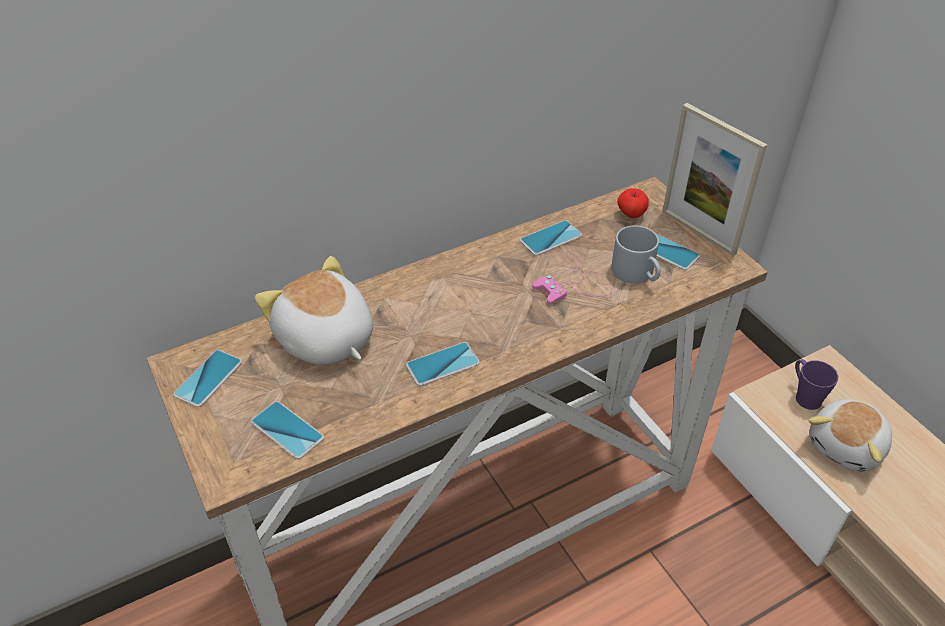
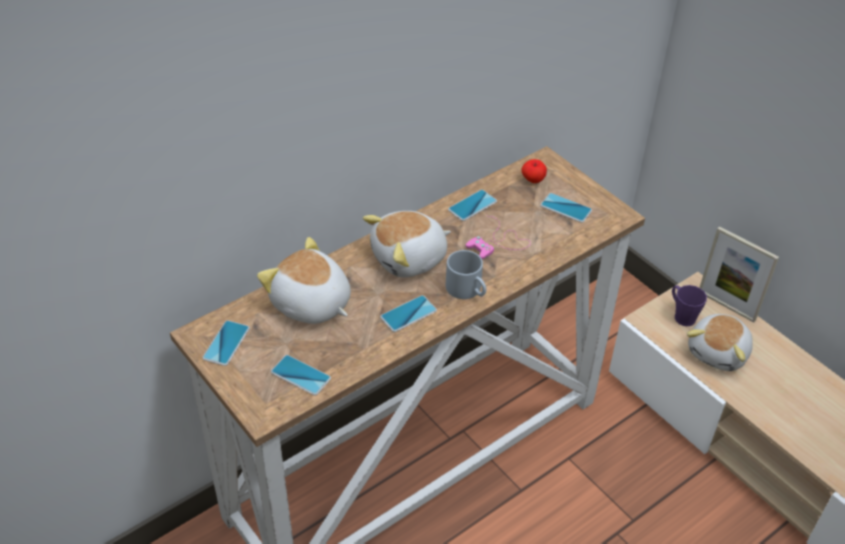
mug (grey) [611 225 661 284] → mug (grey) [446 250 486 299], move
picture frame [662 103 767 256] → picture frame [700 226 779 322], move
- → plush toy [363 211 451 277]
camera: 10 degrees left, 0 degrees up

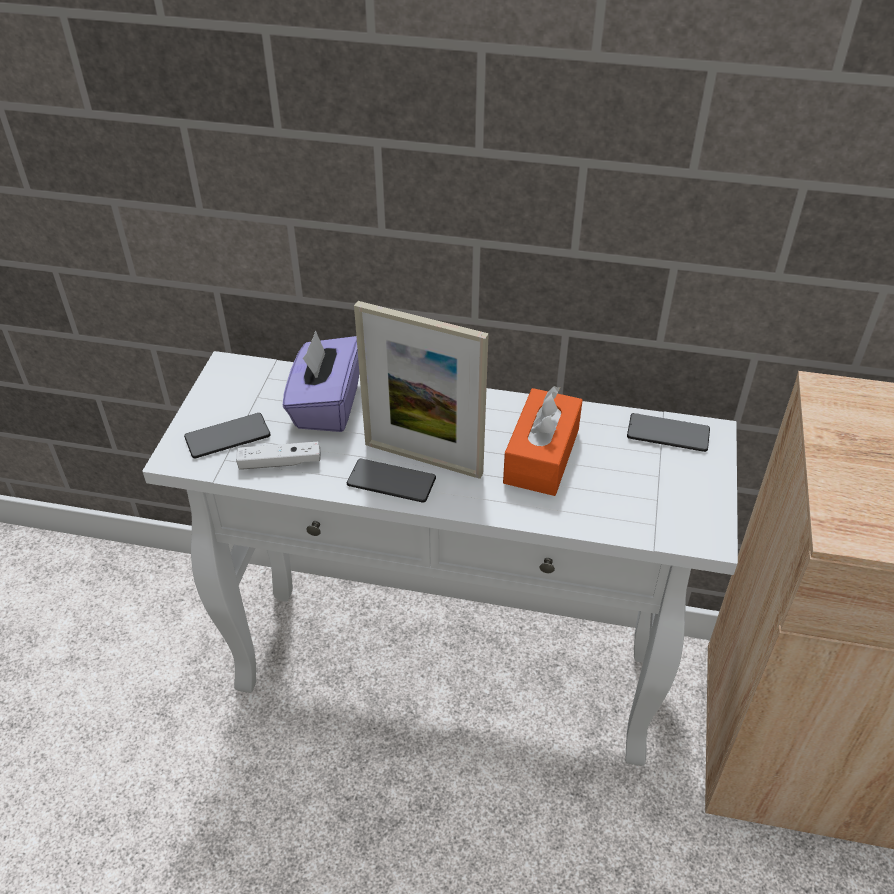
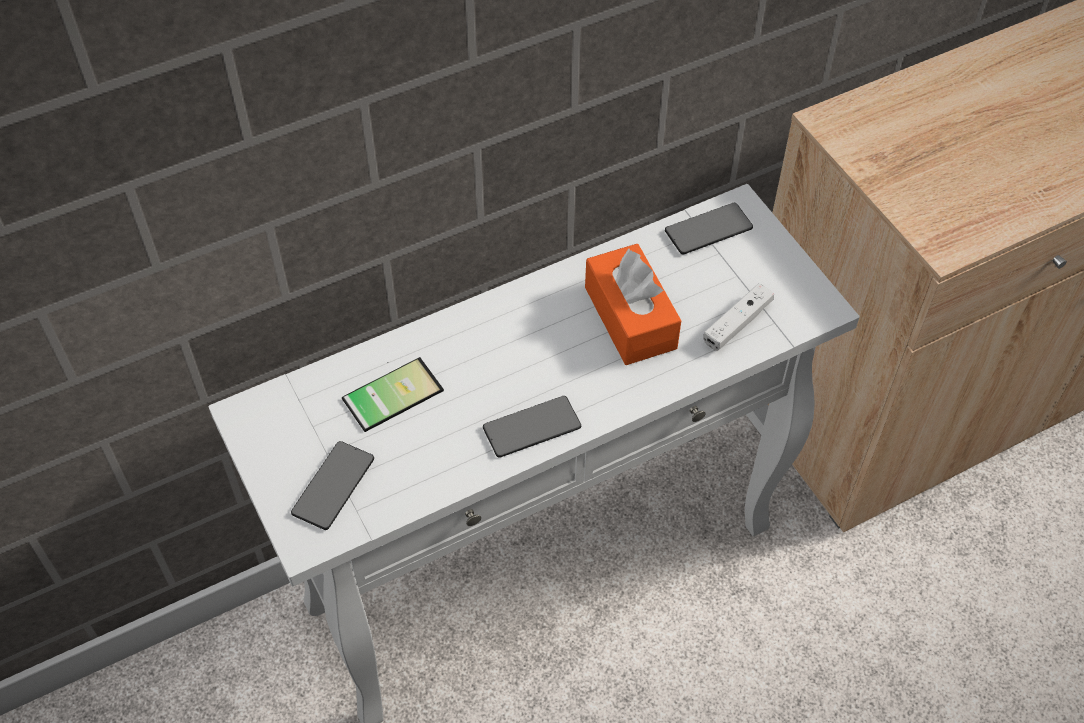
game controller (white) [236 441 321 470] → game controller (white) [703 283 774 351], move
tissue box (purple) [283 330 359 432] → phone [342 357 444 432]
picture frame [354 301 489 479] → -
camera: 40 degrees left, 10 degrees up

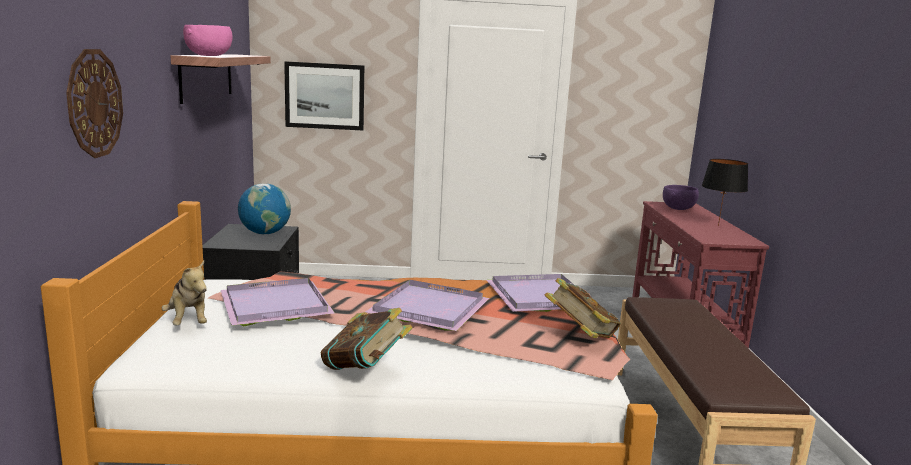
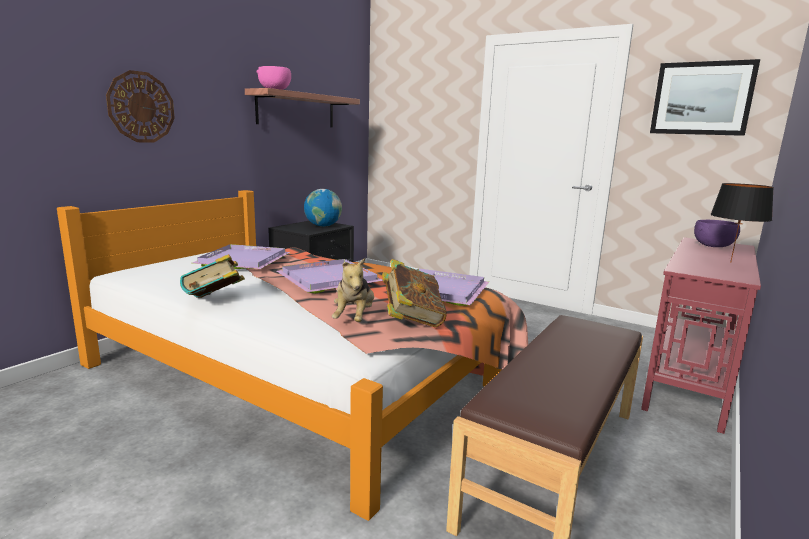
plush toy [162 261 207 326] → plush toy [332 258 374 322], move
picture [284 61 364 130] → picture [650 59 760 136], move
camera: 35 degrees right, 0 degrees up

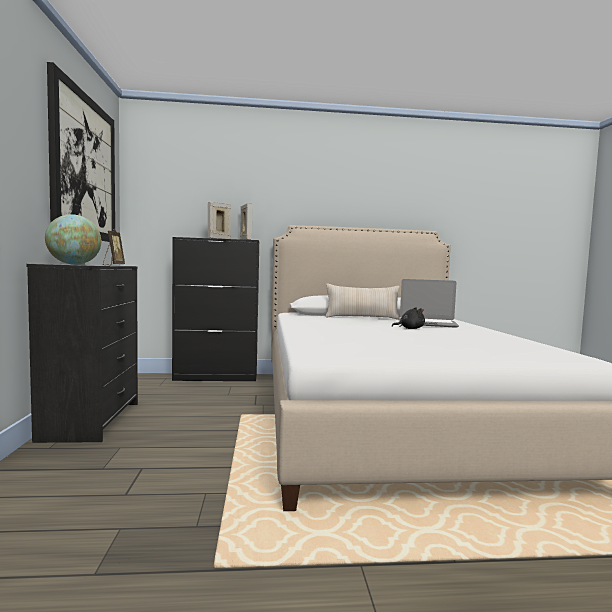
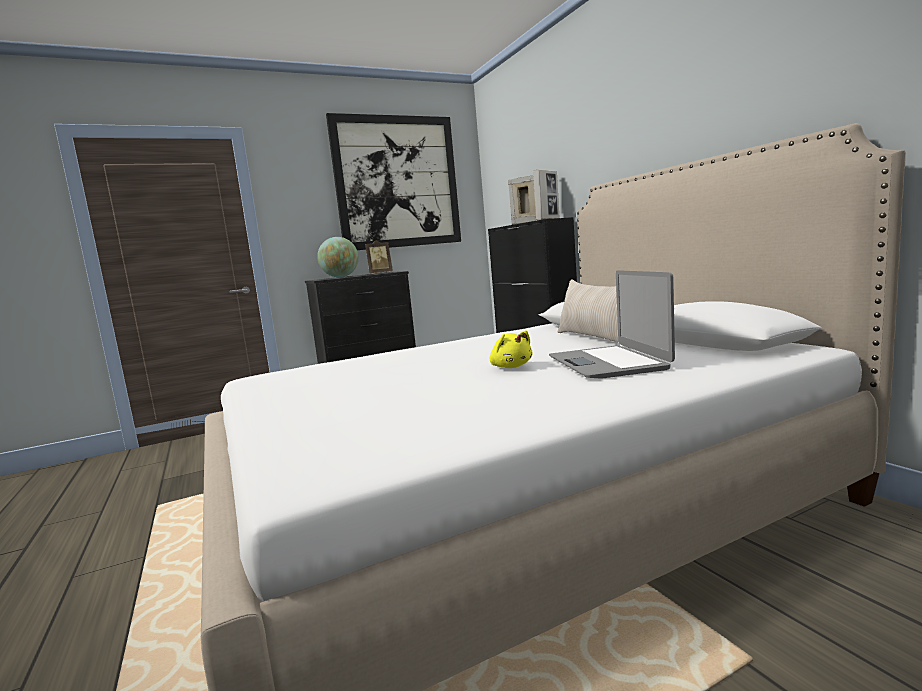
plush toy (black) [392 307 425 329] → plush toy (yellow) [490 330 533 368]
camera: 70 degrees right, 5 degrees up

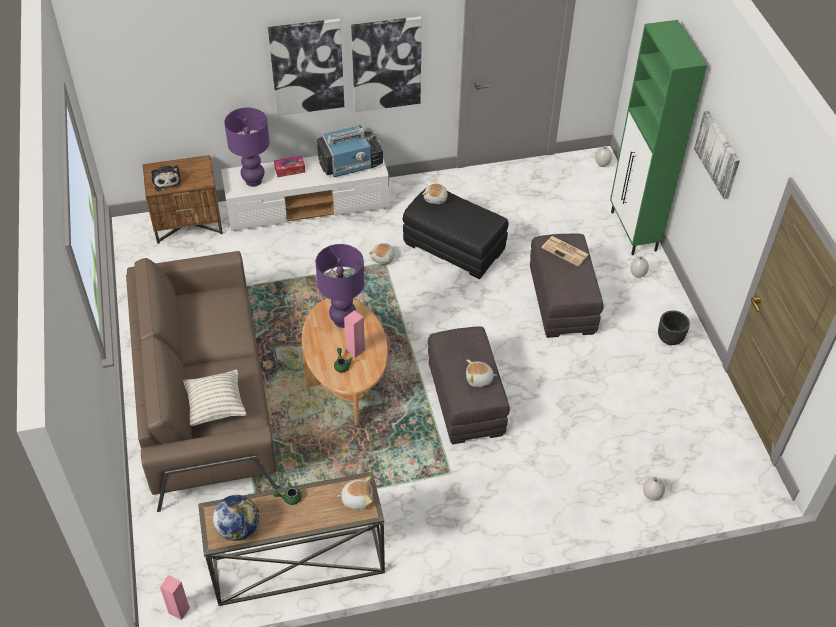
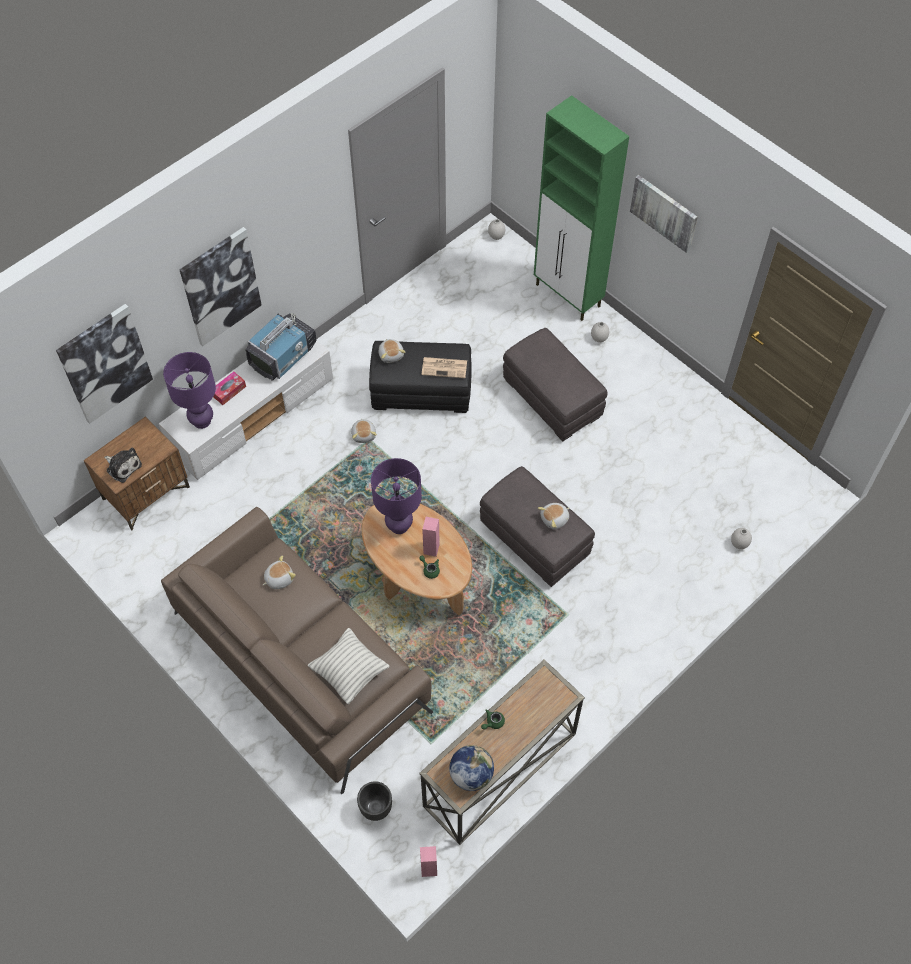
plush toy [337 476 373 510] → plush toy [263 555 296 589], move
picture [351 16 422 112] → picture [56 304 153 424], move
newspaper [541 236 589 266] → newspaper [422 357 467 378], move
planter (black) [658 311 690 345] → planter (black) [357 781 392 821], move
camera: 30 degrees left, 10 degrees up

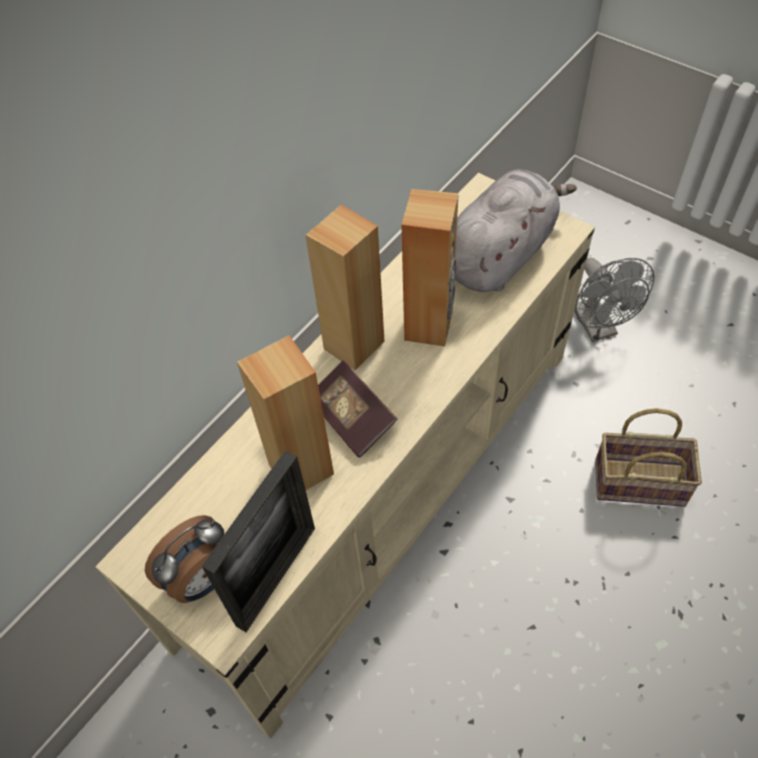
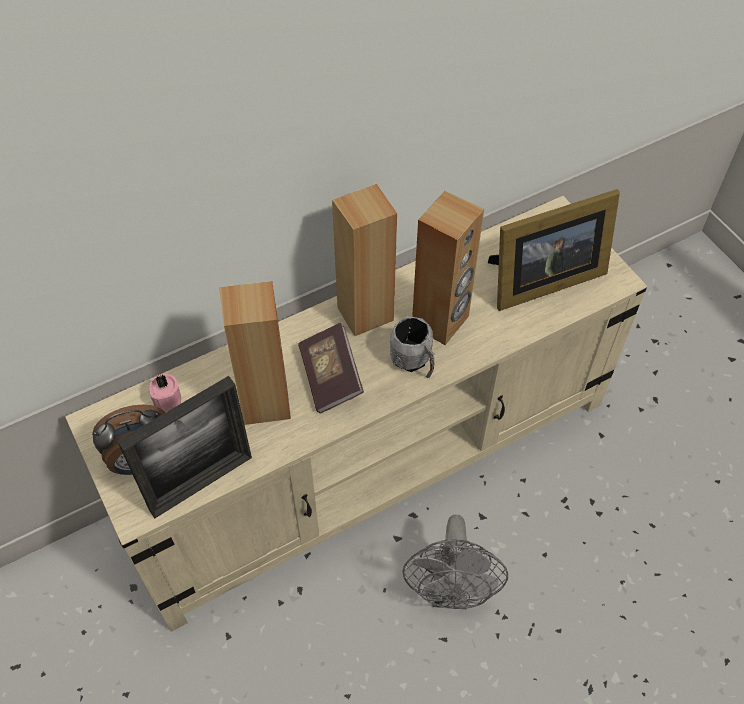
plush toy (grey) [454 170 577 292] → picture frame [488 189 620 311]
fan (grey) [574 258 655 342] → fan (grey) [402 515 508 609], move
basket [595 408 702 507] → -
- → candle (pink) [149 374 181 412]
- → mug (grey) [390 316 435 378]
camera: 20 degrees right, 0 degrees up

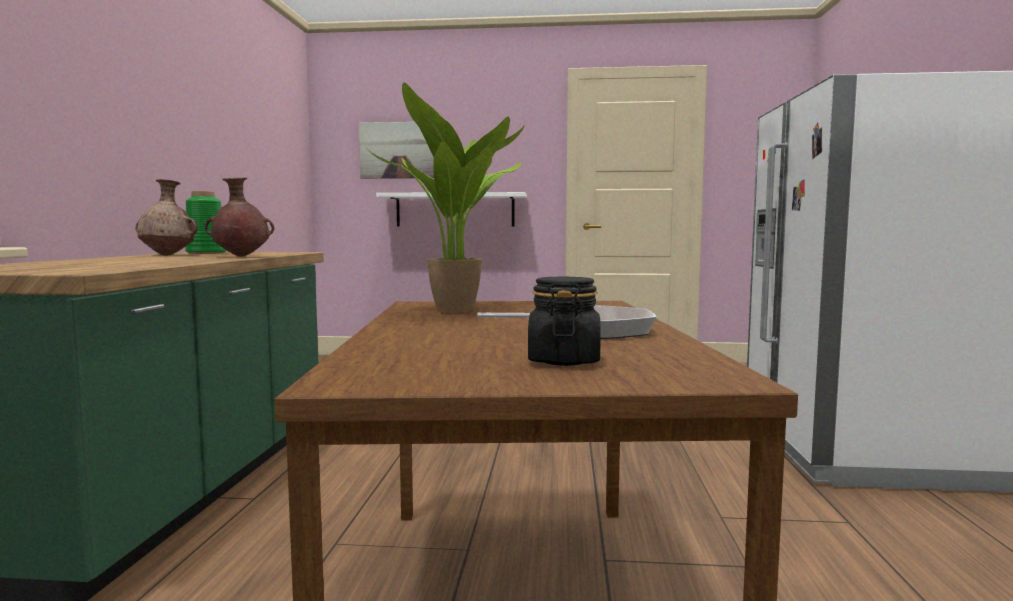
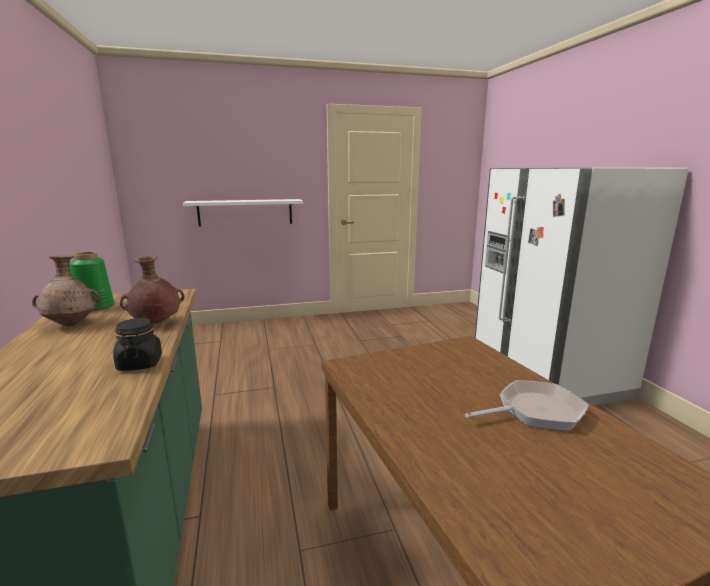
picture [359 122 434 179] → -
potted plant [365 83 525 313] → -
jar (black) [528 277 601 366] → jar (black) [113 318 162 371], move
camera: 20 degrees left, 10 degrees up

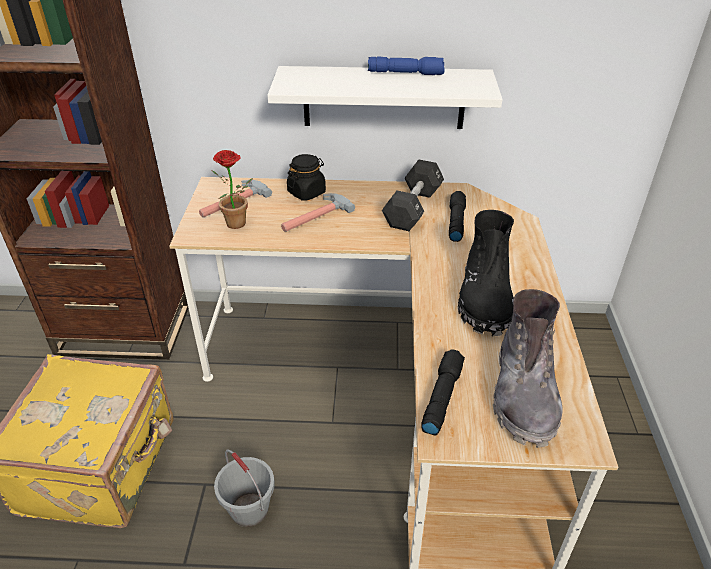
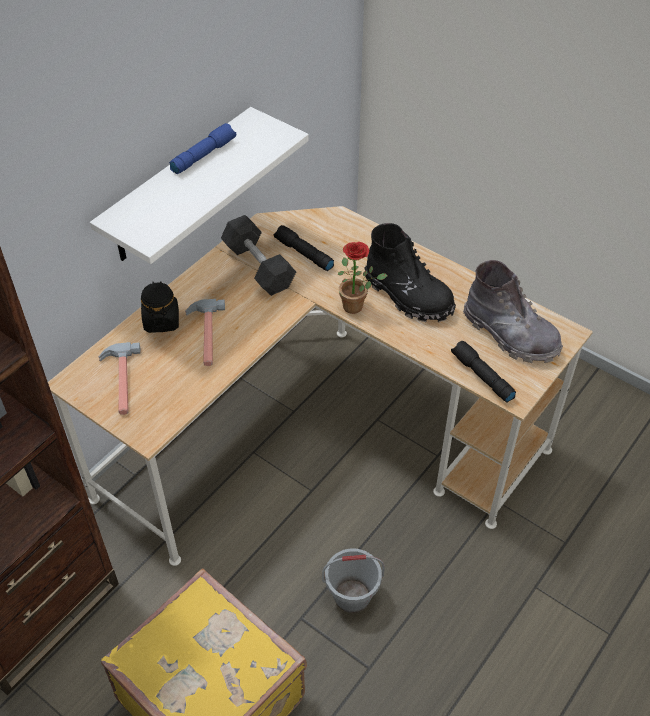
potted plant [212 150 253 229] → potted plant [338 242 387 314], move
camera: 55 degrees left, 10 degrees up

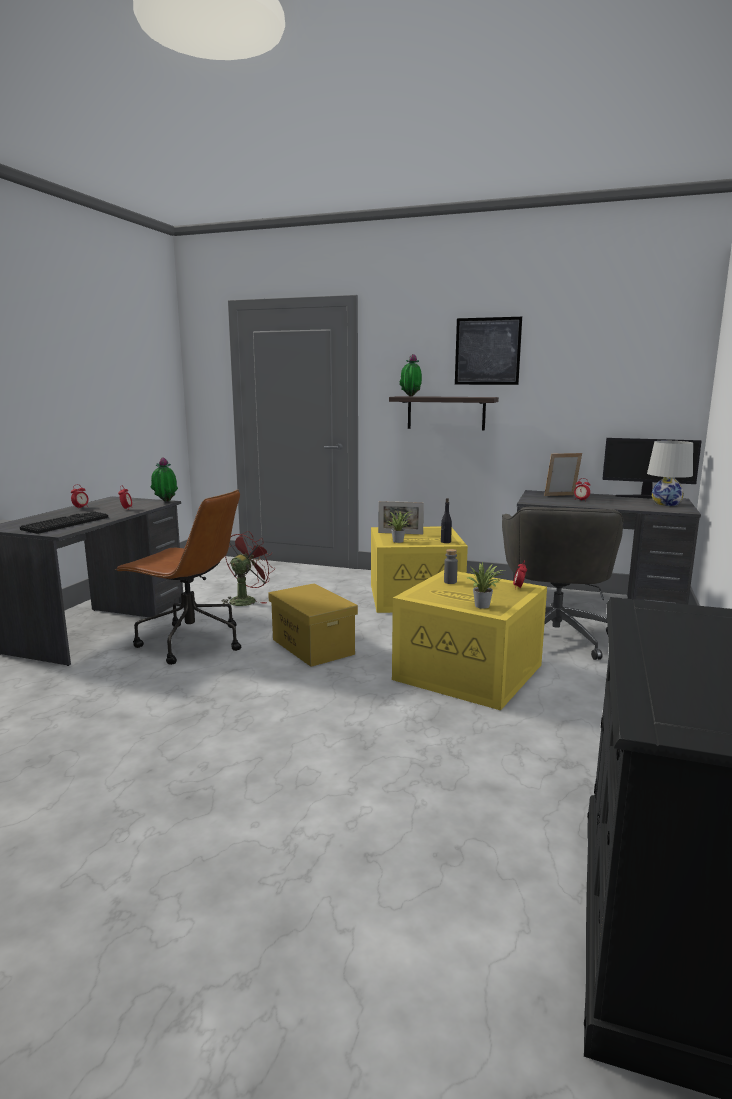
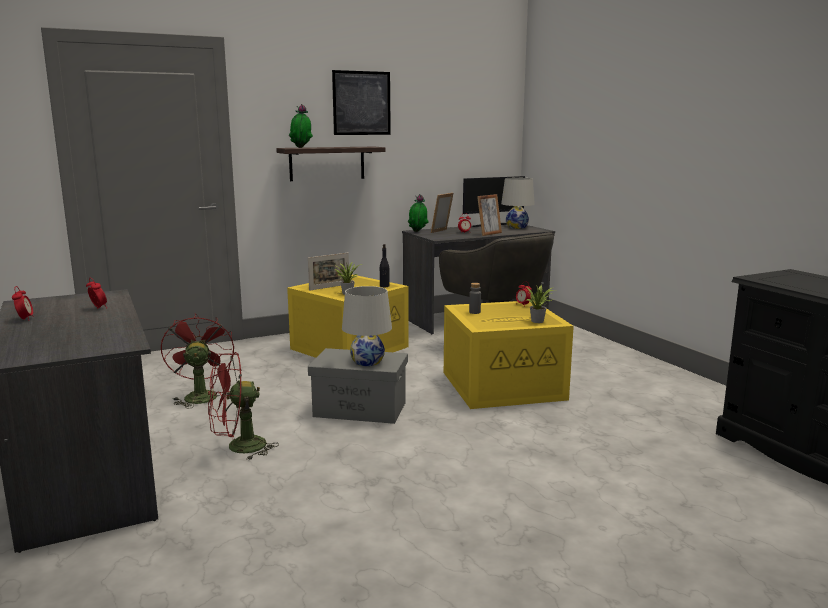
keyboard [20 511 108 534] → -
office chair (brown) [115 490 241 665] → fan (red) [208 352 279 460]
potted plant [150 457 178 502] → potted plant [408 194 428 232], move
storage box (yellow) [268 583 358 667] → storage box (grey) [308 348 408 424]
- → table lamp (white) [342 286 392 366]
- → picture frame [477 194 502 236]
camera: 45 degrees left, 0 degrees up

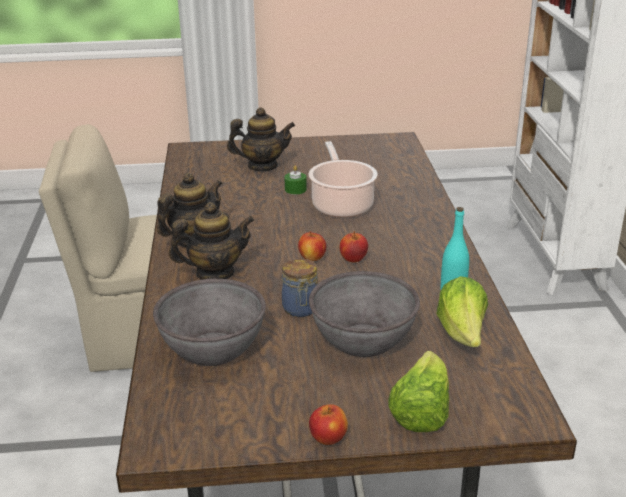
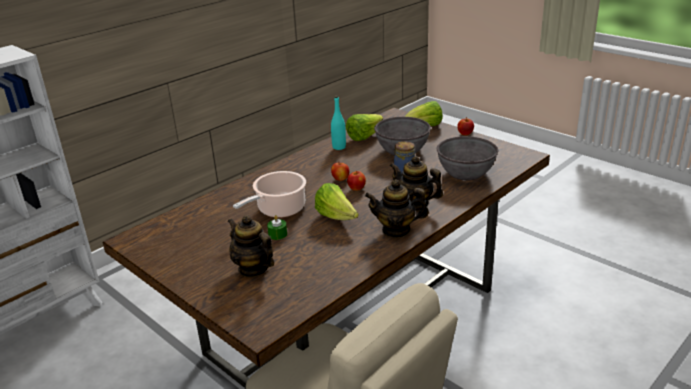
- → lettuce [315 183 359 220]
camera: 130 degrees left, 0 degrees up

